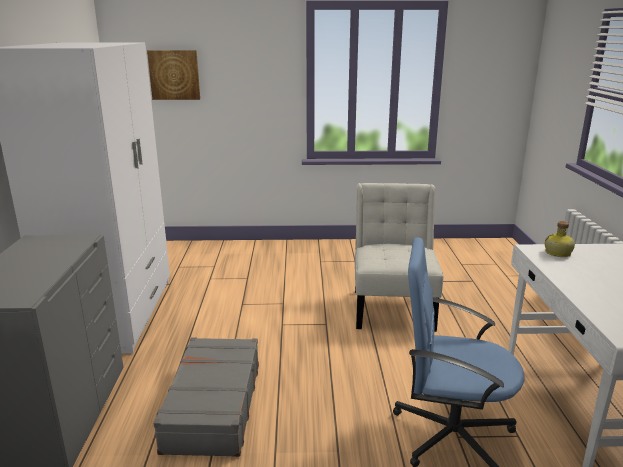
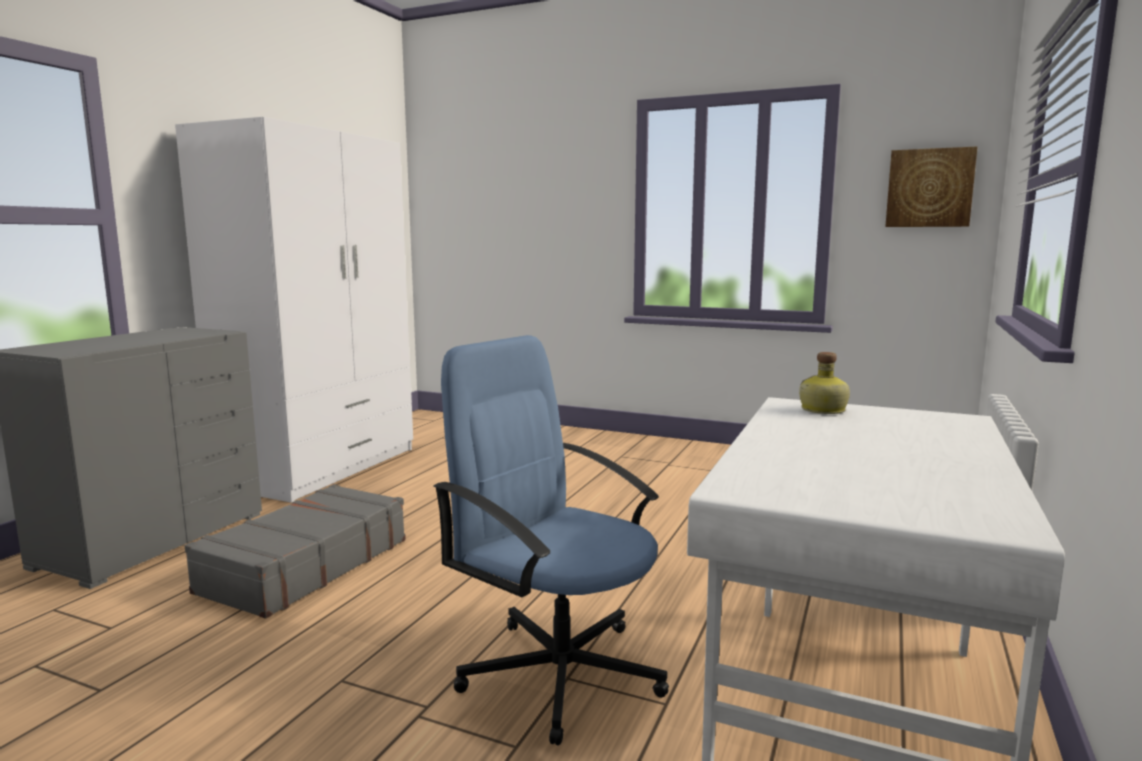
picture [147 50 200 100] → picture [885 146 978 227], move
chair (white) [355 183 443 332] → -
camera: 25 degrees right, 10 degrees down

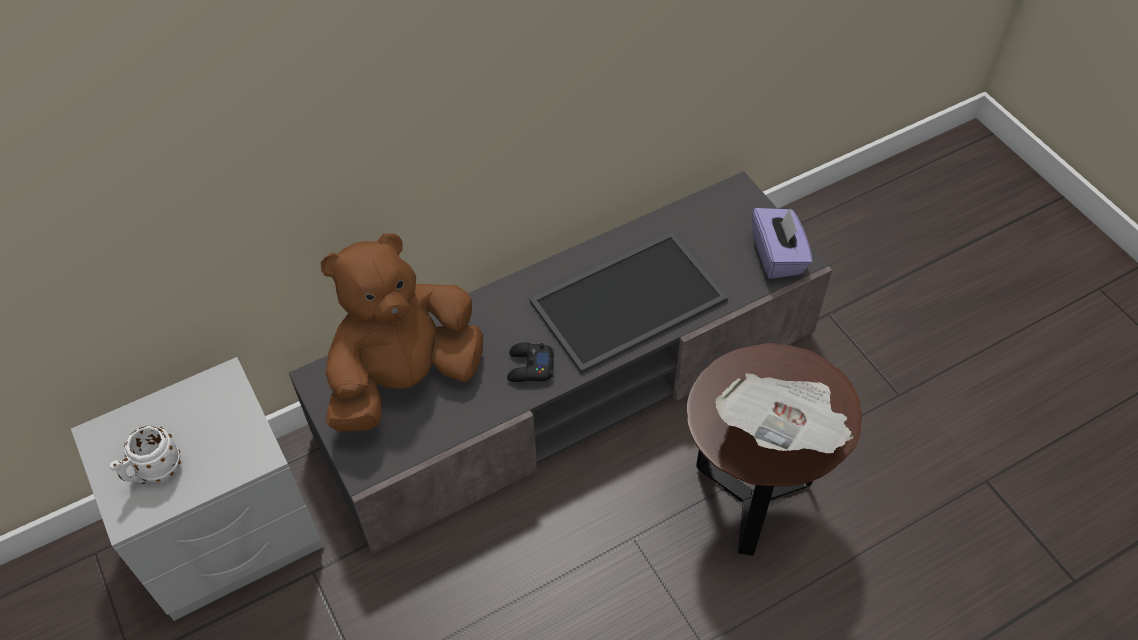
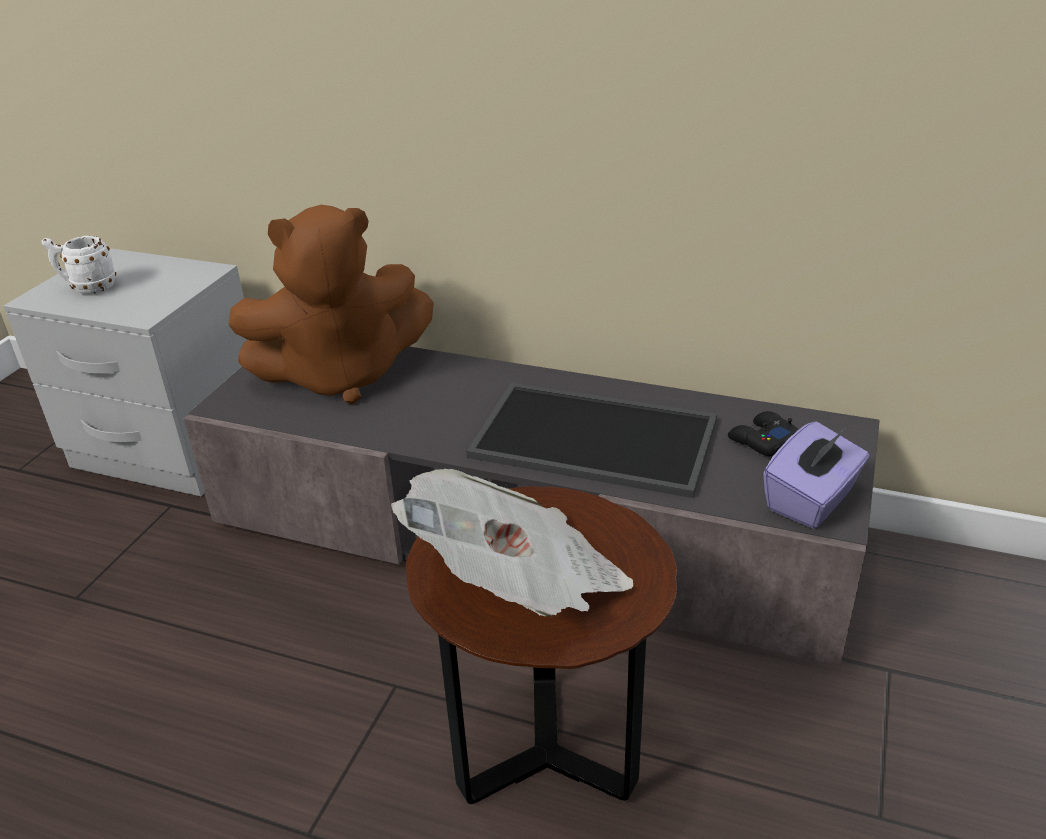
plush toy (brown) [321 233 483 432] → plush toy (brown) [229 205 434 404], 150 degrees clockwise
game controller (black) [507 343 554 382] → game controller (black) [728 411 799 456], move
camera: 50 degrees right, 20 degrees down

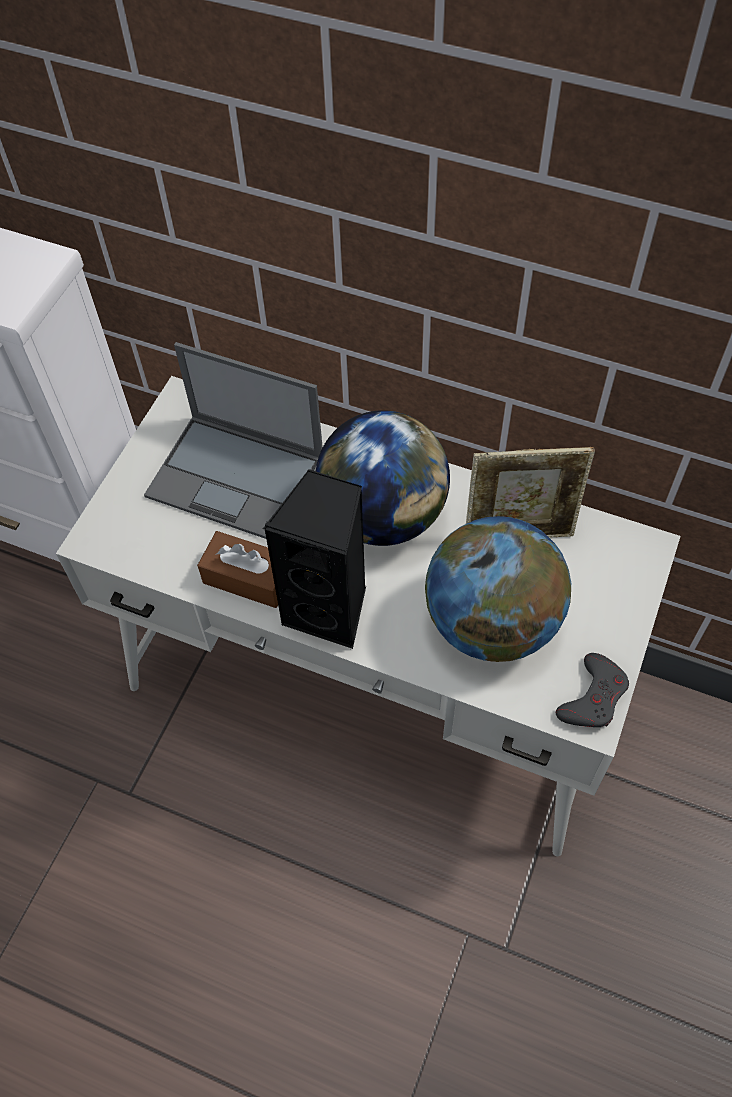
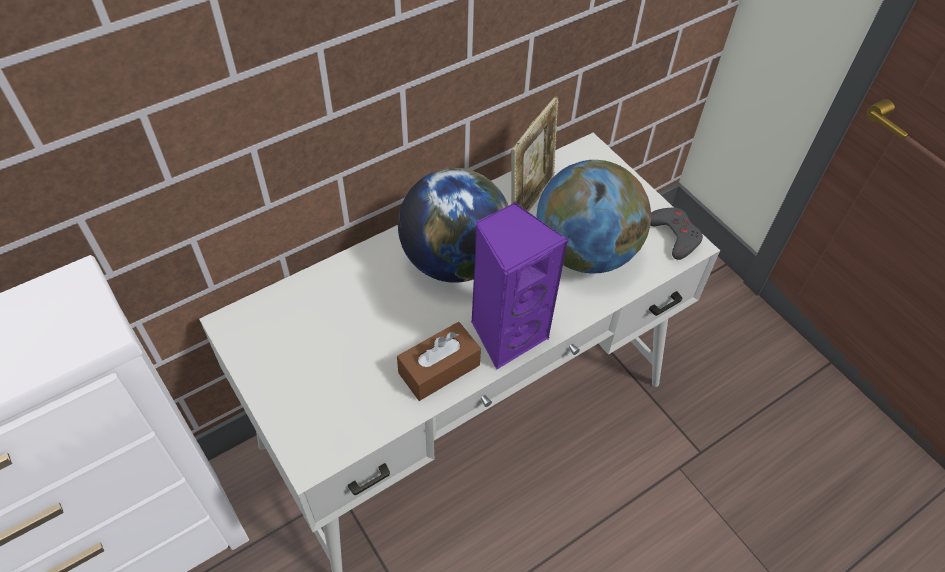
laptop [144 342 323 539] → -
speaker (black) [263 469 366 649] → speaker (purple) [471 202 568 370]
camera: 60 degrees left, 5 degrees down

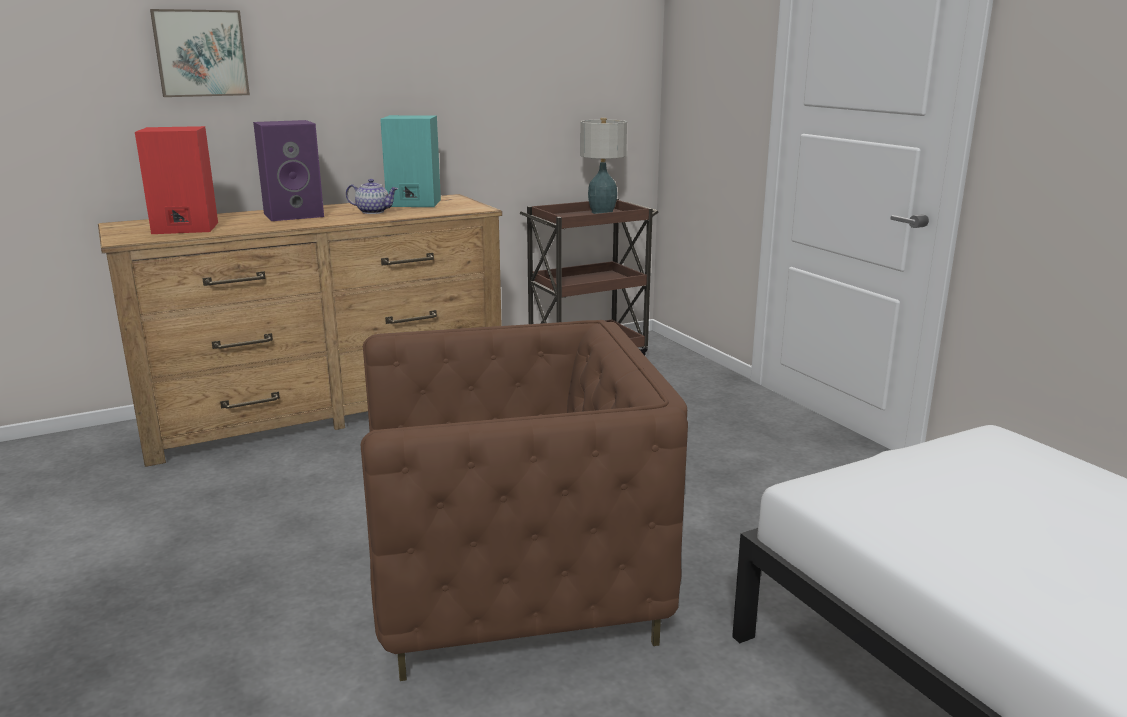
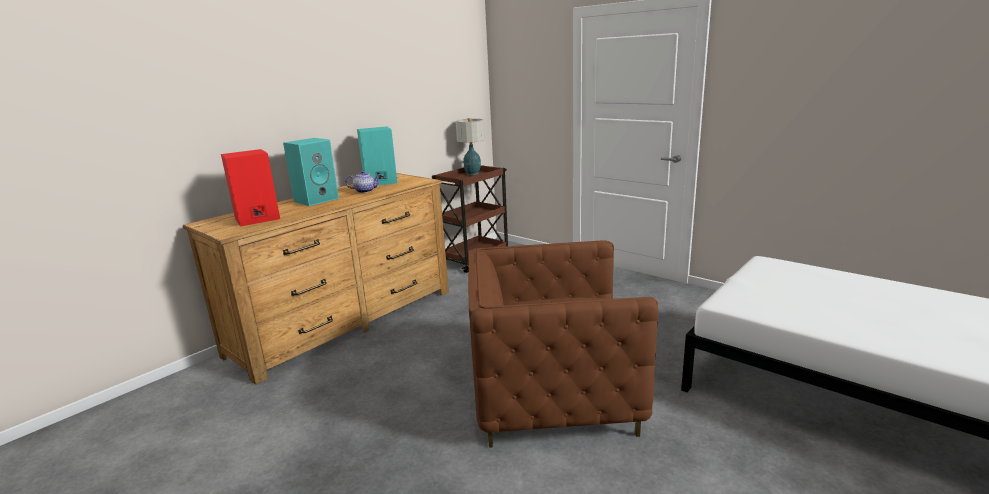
picture [150 9 250 97] → -
speaker (purple) [253 120 324 221] → speaker (turquoise) [283 138 339 206]
armchair (brown) [361 320 688 681] → armchair (brown) [468 240 658 448], 150 degrees counterclockwise
camera: 20 degrees left, 0 degrees up

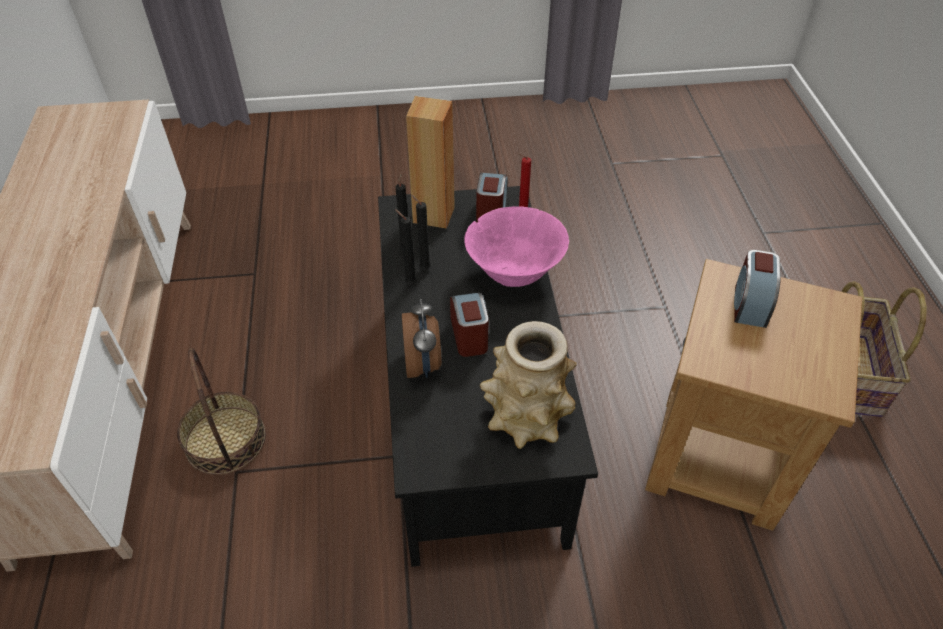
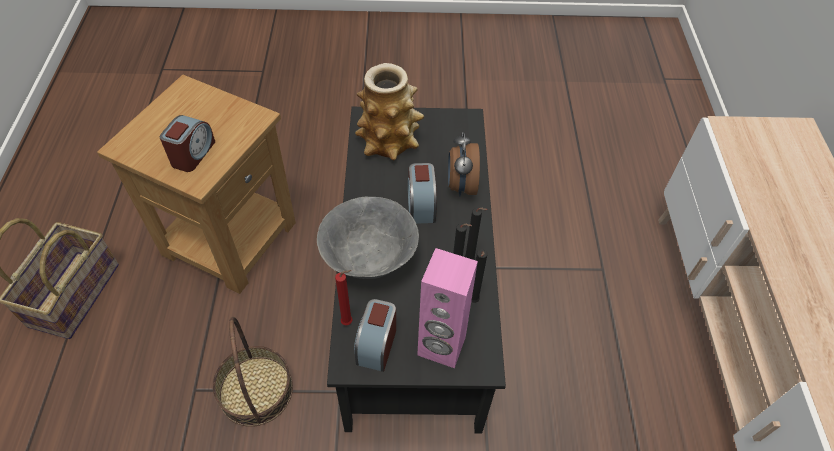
basket [177 348 266 475] → basket [213 317 293 427], move
speaker (brown) [406 96 455 229] → speaker (pink) [417 248 478 368]
bowl (pink) [464 206 569 287] → bowl (grey) [317 197 419 279]
camera: 175 degrees left, 5 degrees up

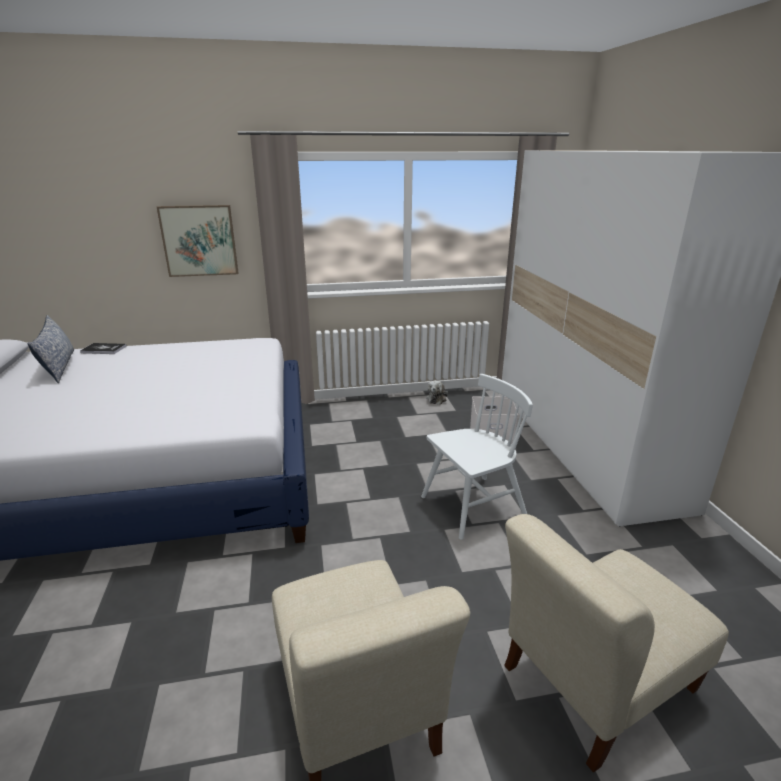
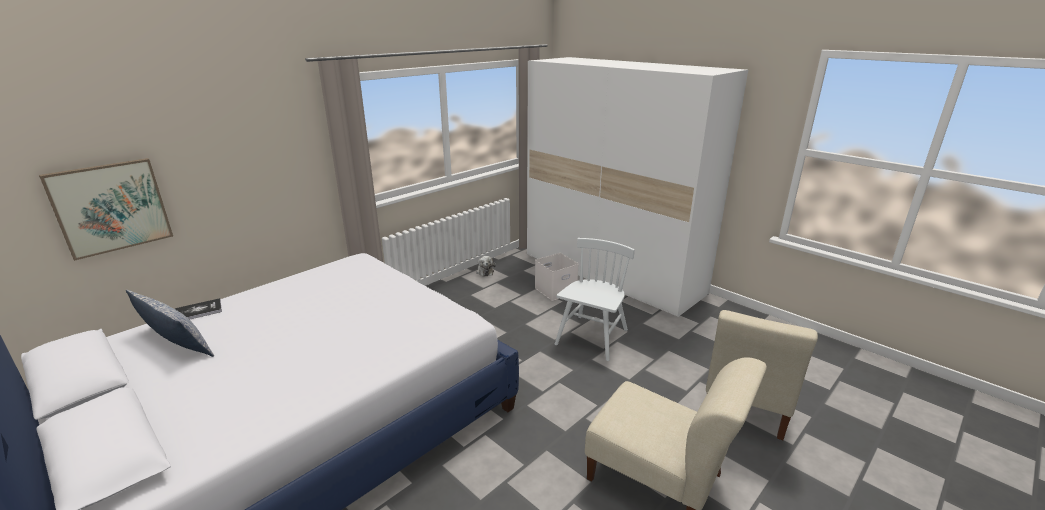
picture [157 205 238 277] → picture [39 158 173 261], move
camera: 35 degrees left, 0 degrees up

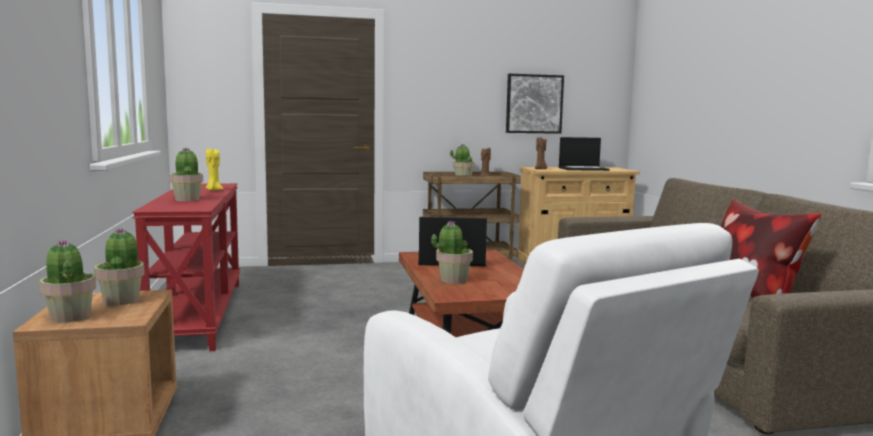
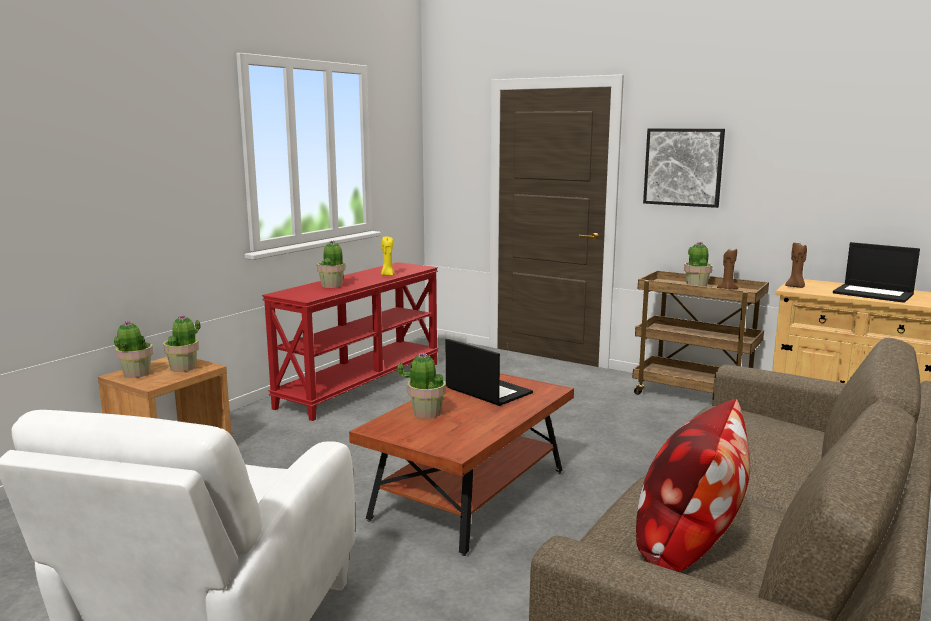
picture [506 74 564 134] → picture [643 129 725 208], move
camera: 45 degrees right, 5 degrees up

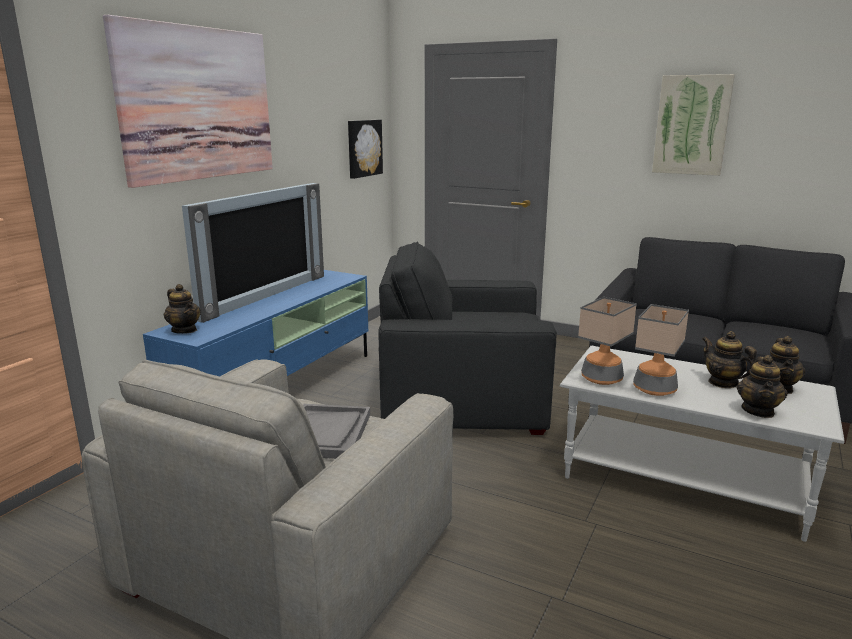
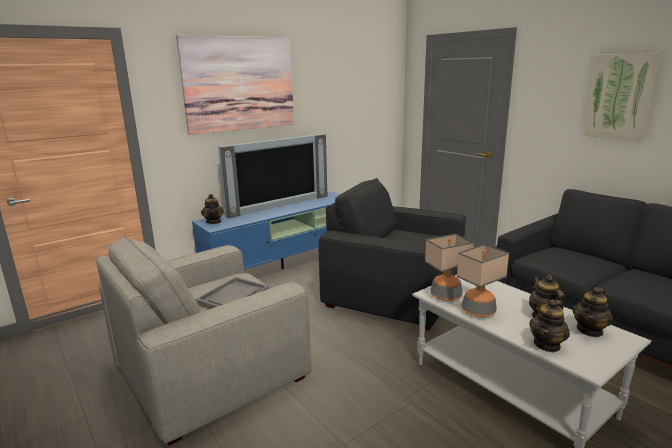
picture [348 120 383 179] → -
camera: 25 degrees right, 0 degrees up

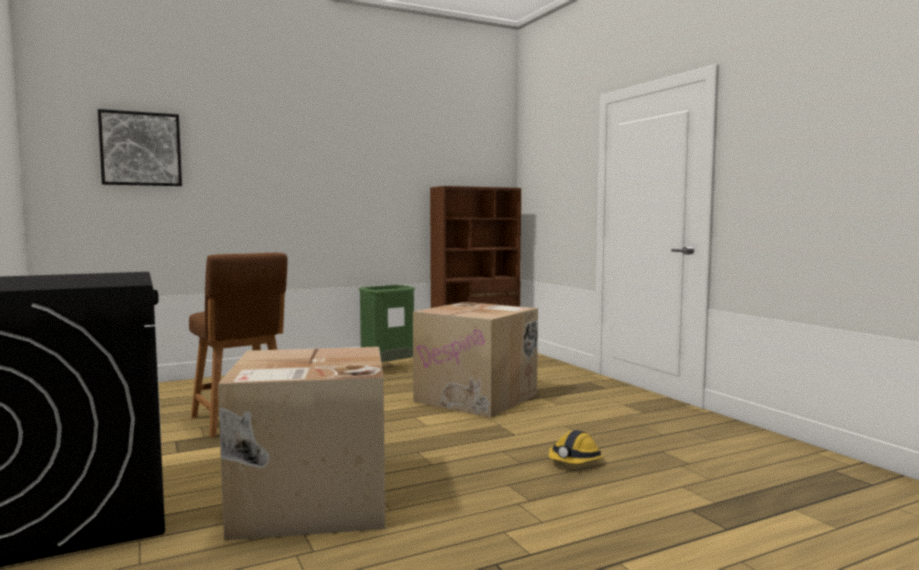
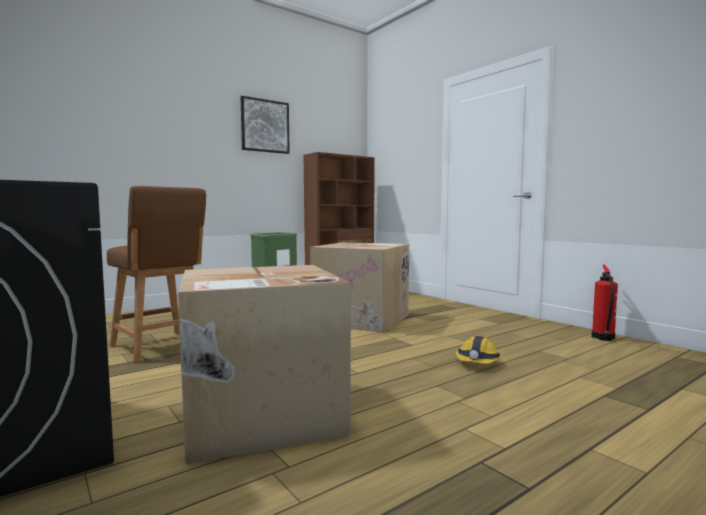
picture [98 109 182 186] → picture [241 96 290 154], move
- → fire extinguisher [592 264 618 341]
camera: 10 degrees left, 0 degrees up

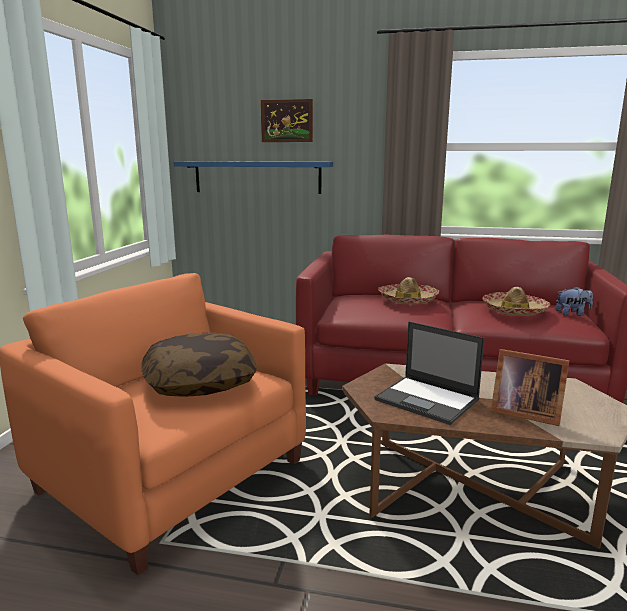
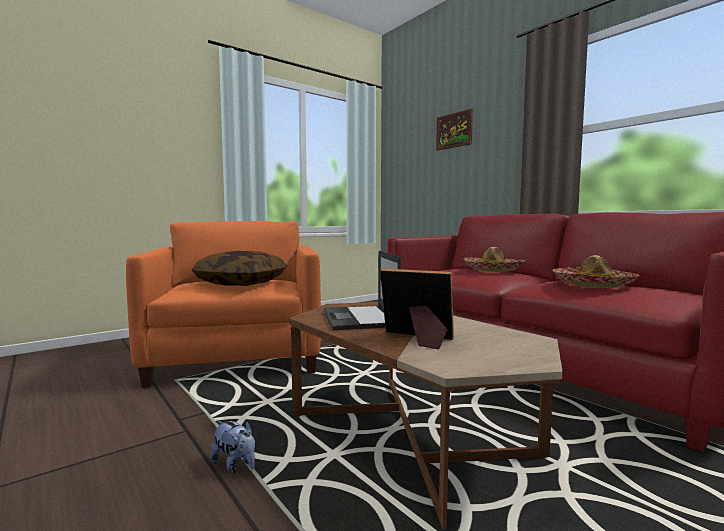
shelf (blue) [173 161 333 194] → -
picture frame [491 349 569 426] → picture frame [380 268 454 349], 135 degrees clockwise
plush toy [555 286 593 316] → plush toy [210 421 255 474], move
camera: 40 degrees right, 10 degrees down

